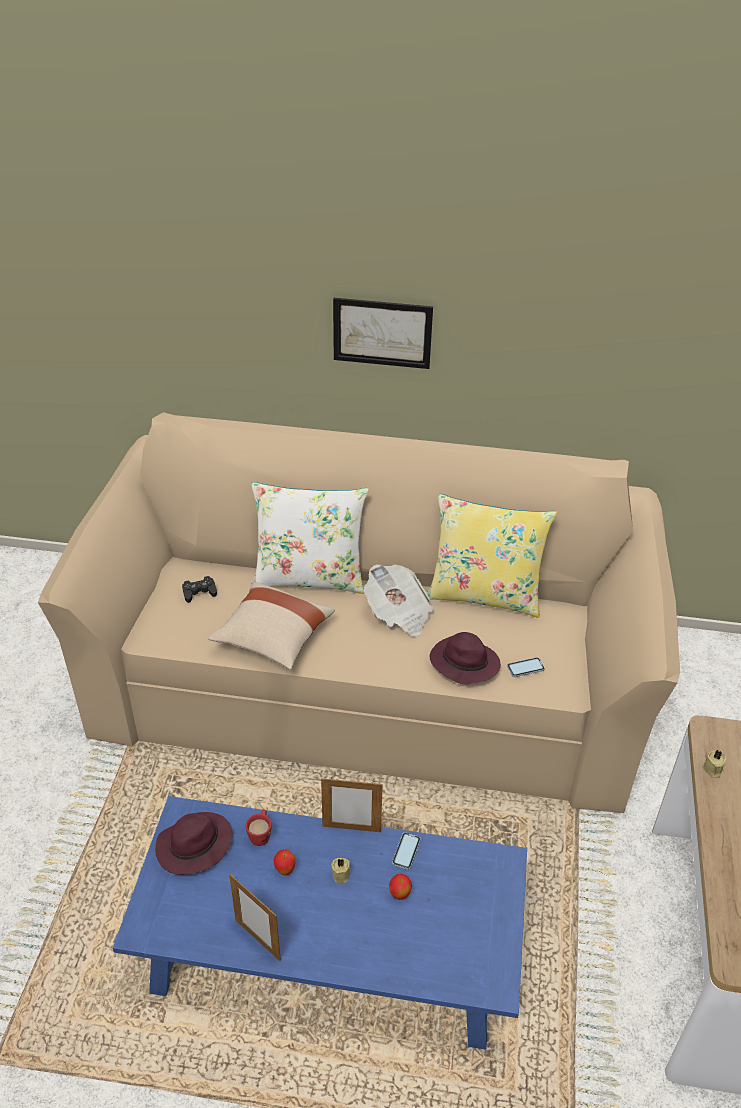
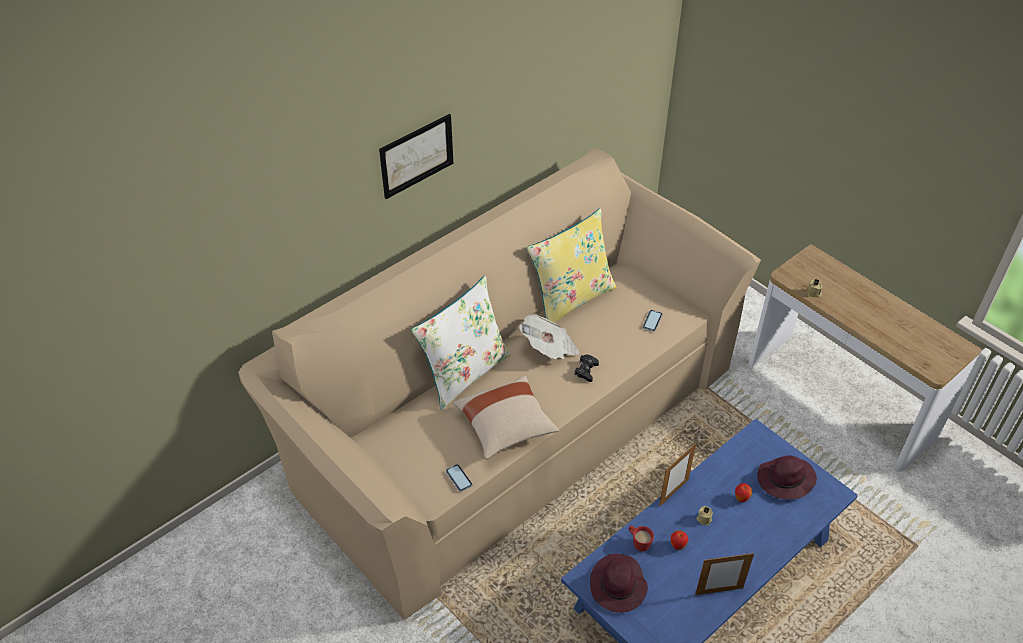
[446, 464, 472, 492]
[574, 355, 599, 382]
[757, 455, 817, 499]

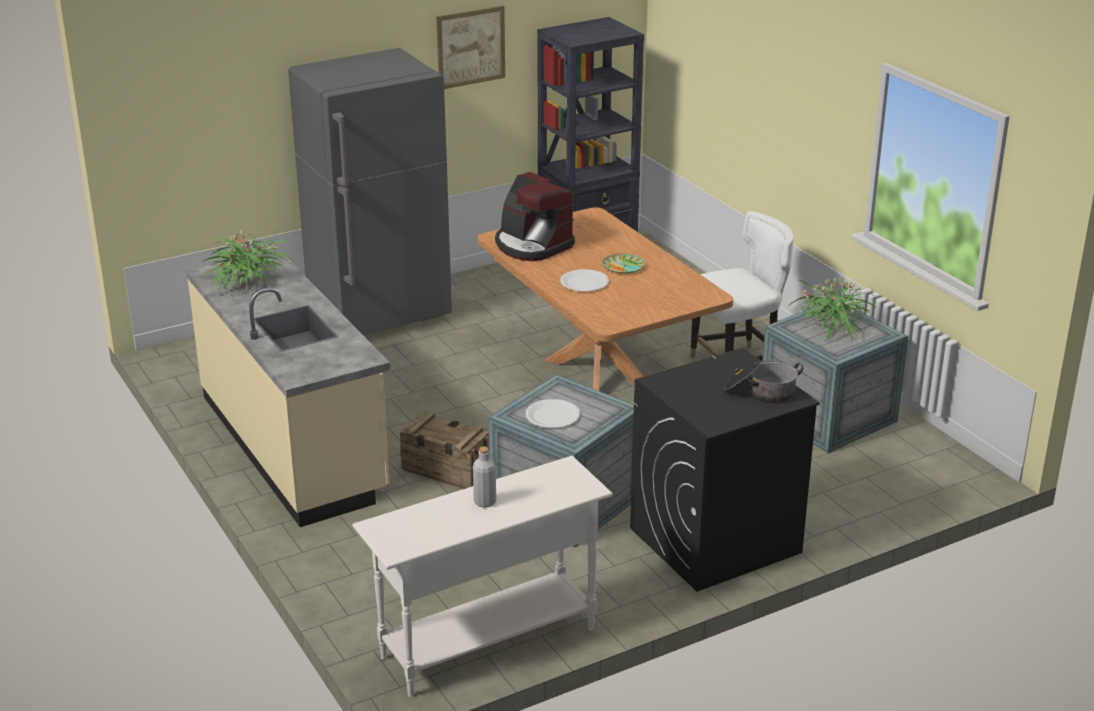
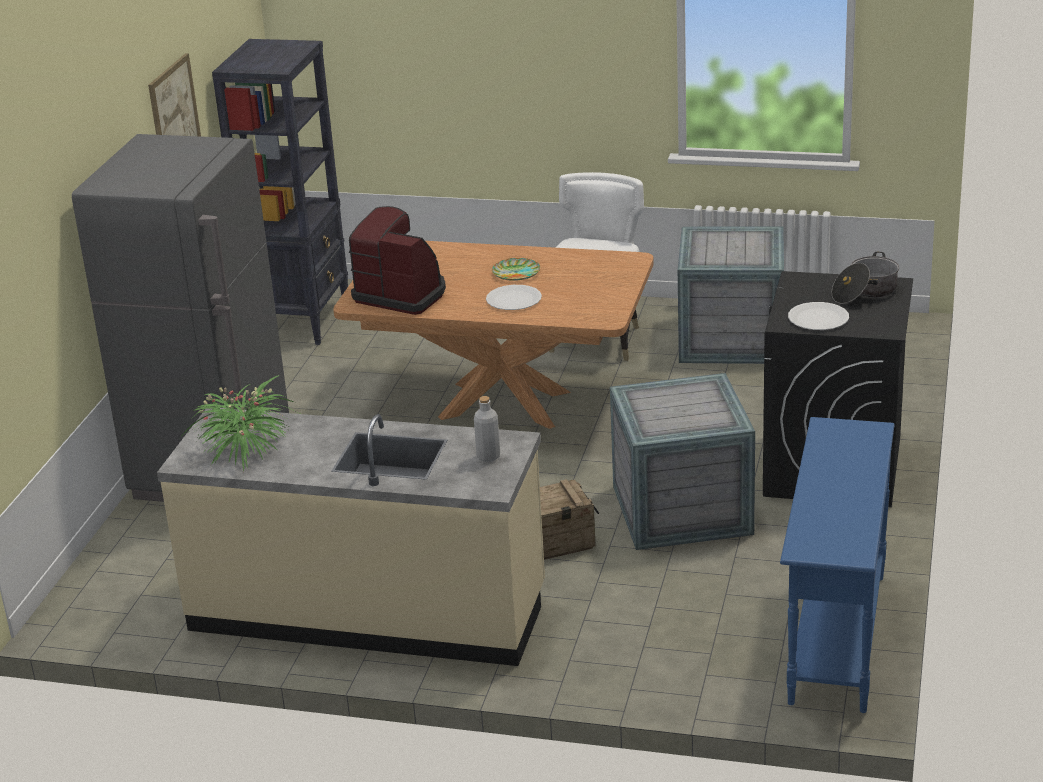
[349, 206, 446, 315]
[474, 396, 500, 462]
[780, 417, 895, 713]
[788, 302, 849, 330]
[788, 276, 877, 341] (first image)

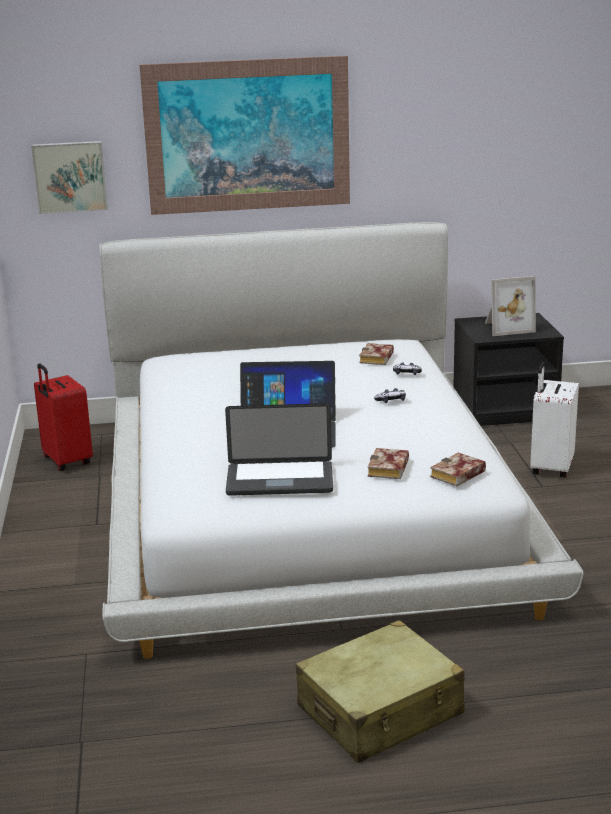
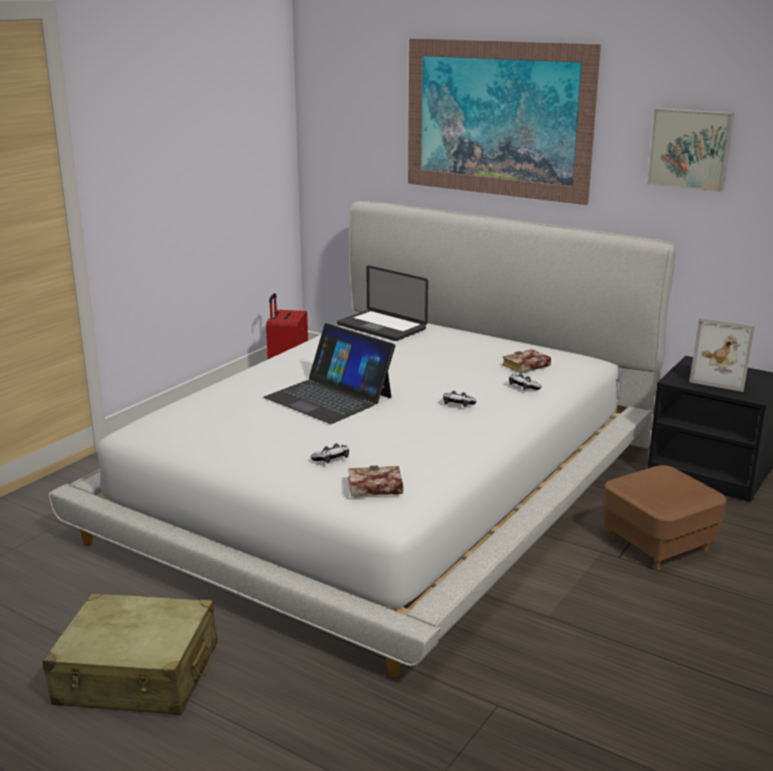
[310, 443, 349, 463]
[337, 265, 428, 341]
[603, 465, 727, 570]
[647, 108, 734, 192]

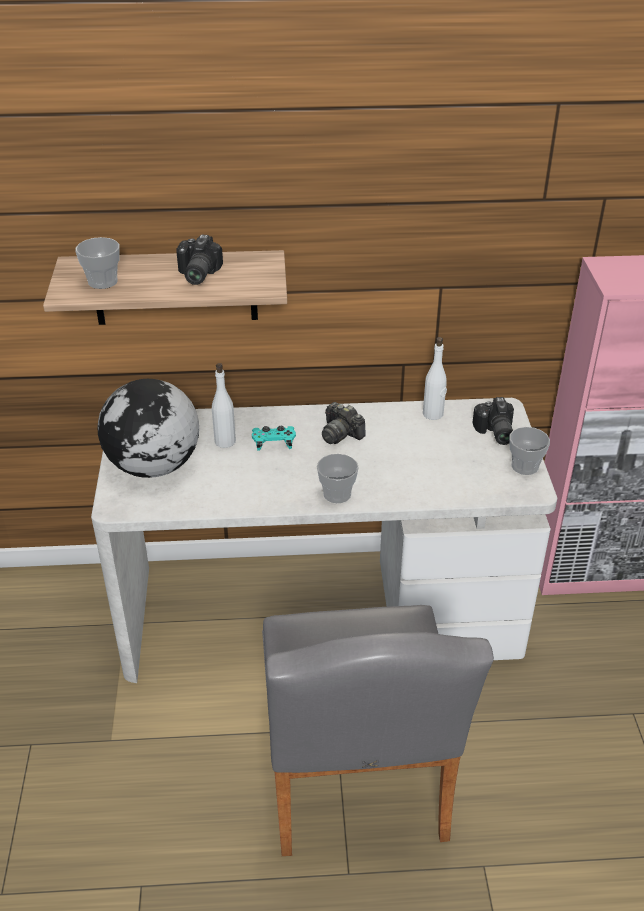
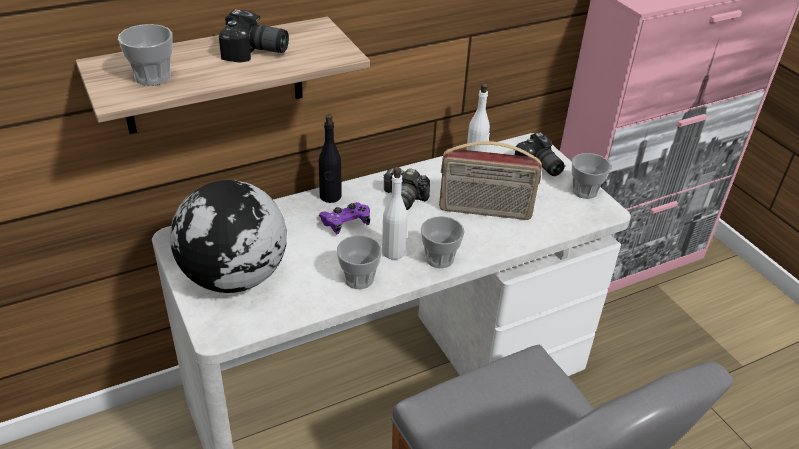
[219, 9, 289, 63]
[319, 114, 342, 203]
[319, 202, 370, 234]
[337, 235, 382, 289]
[382, 167, 408, 260]
[439, 141, 542, 220]

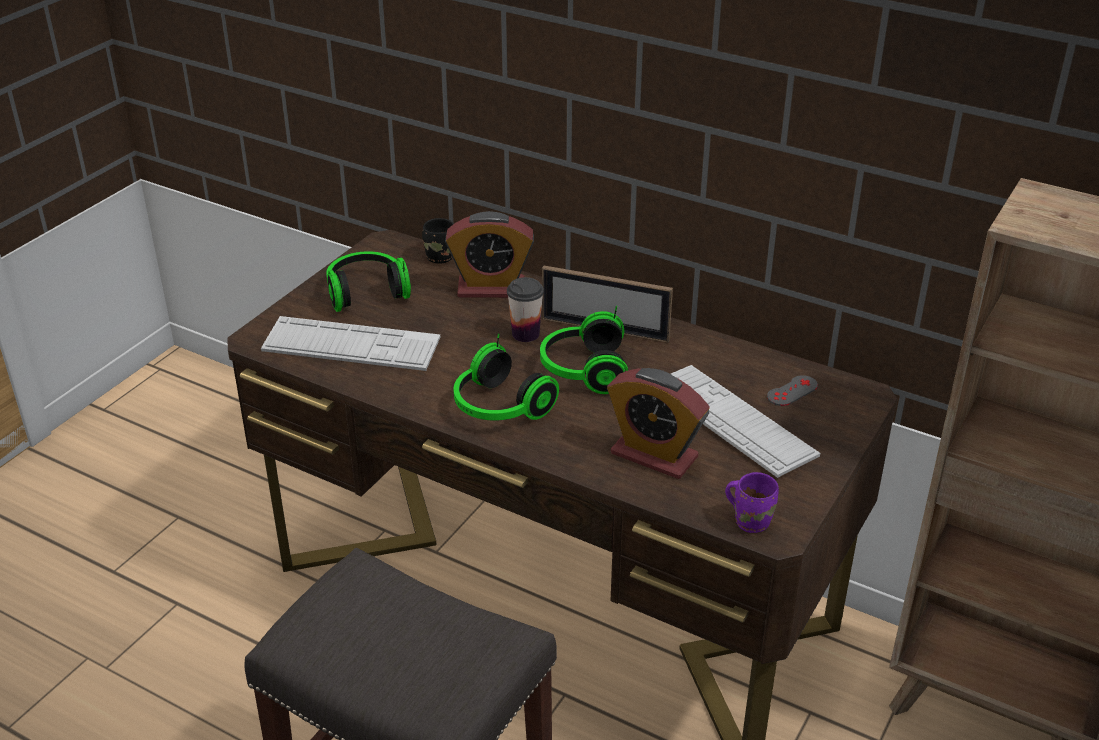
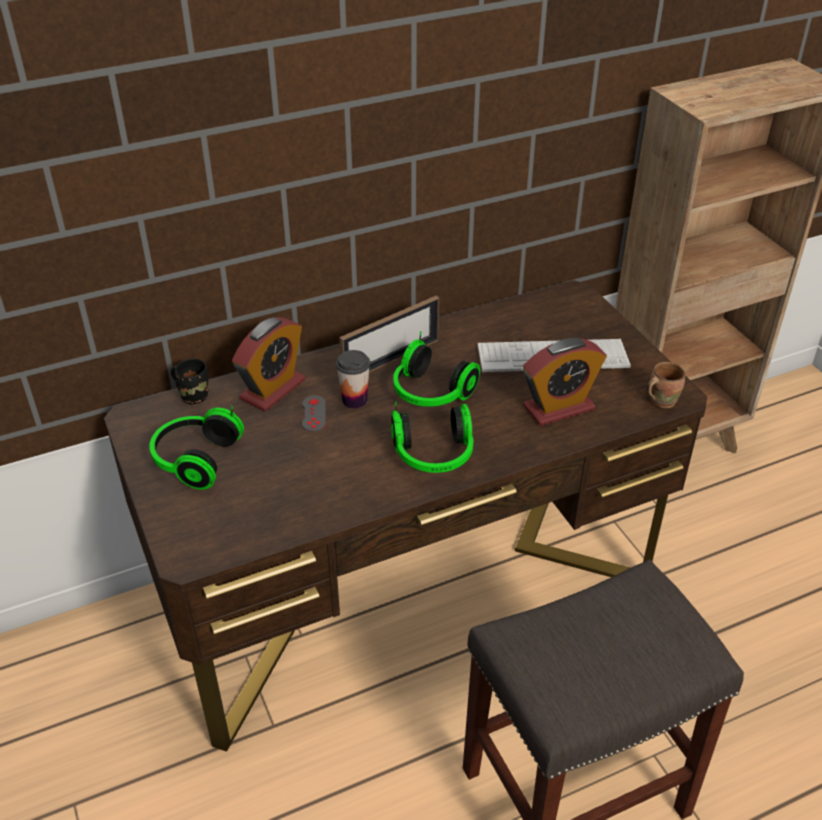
[302, 395, 326, 432]
[647, 362, 685, 408]
[261, 316, 440, 371] (first image)

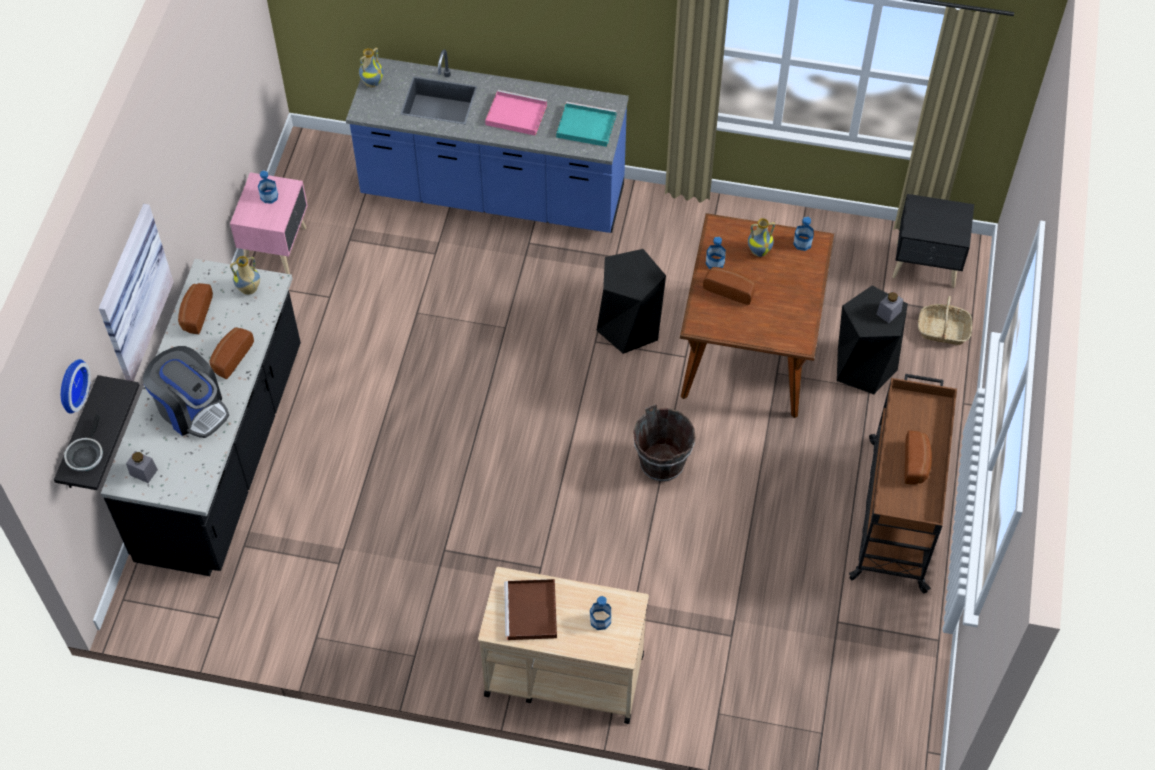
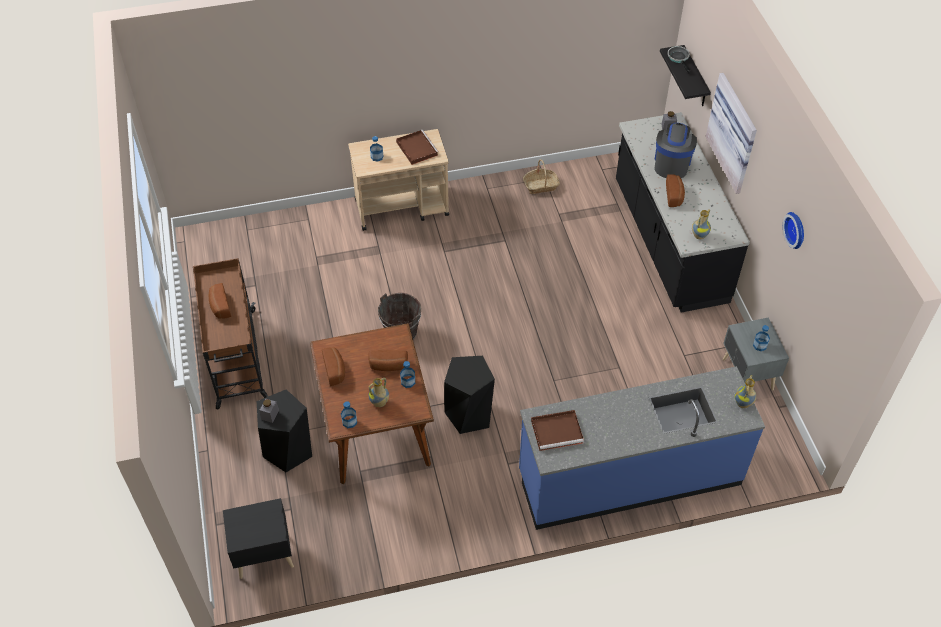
[322, 347, 345, 386]
[523, 160, 560, 194]
[531, 410, 584, 451]
[654, 123, 697, 178]
[723, 318, 789, 390]
[783, 212, 804, 249]
[485, 90, 547, 136] (first image)

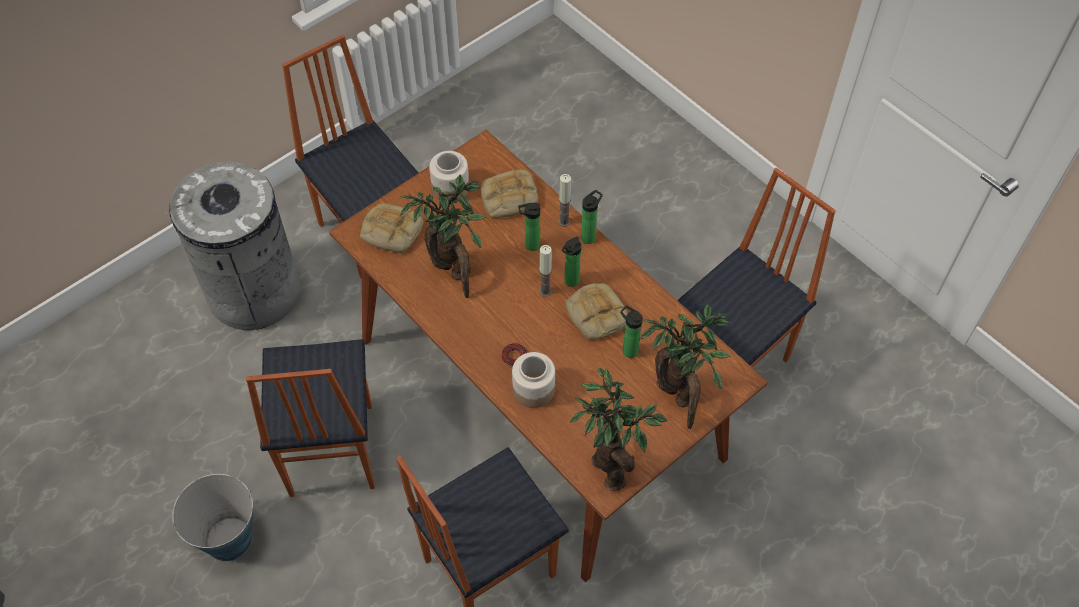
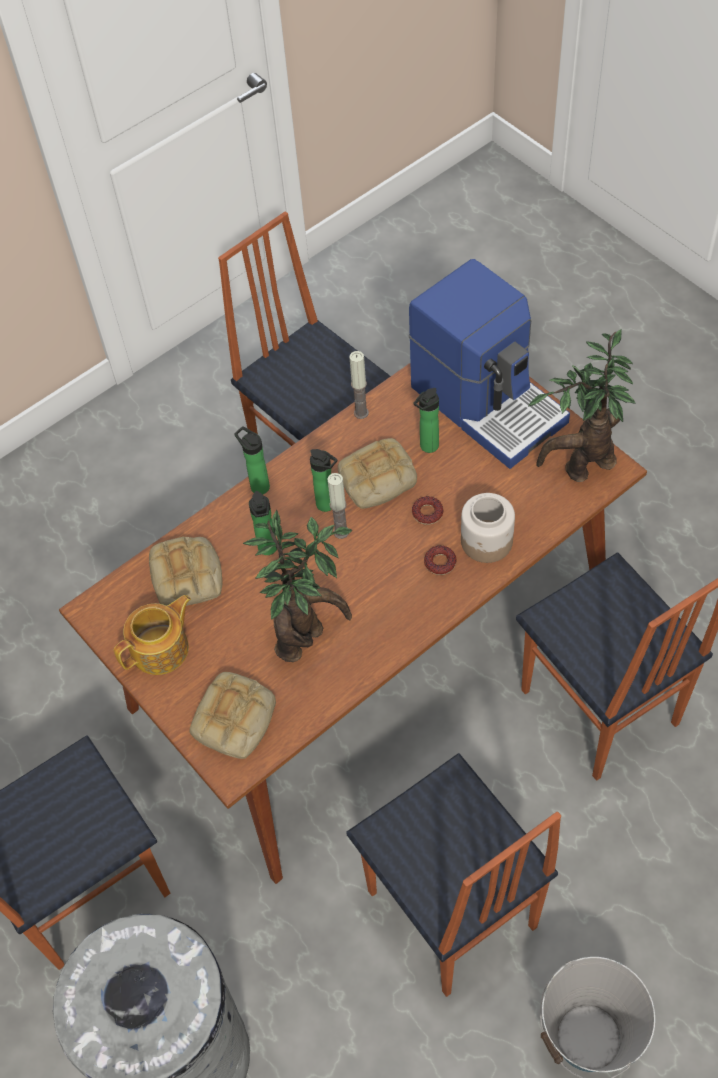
[114, 595, 191, 675]
[346, 753, 561, 997]
[349, 351, 369, 419]
[409, 259, 570, 469]
[412, 496, 443, 525]

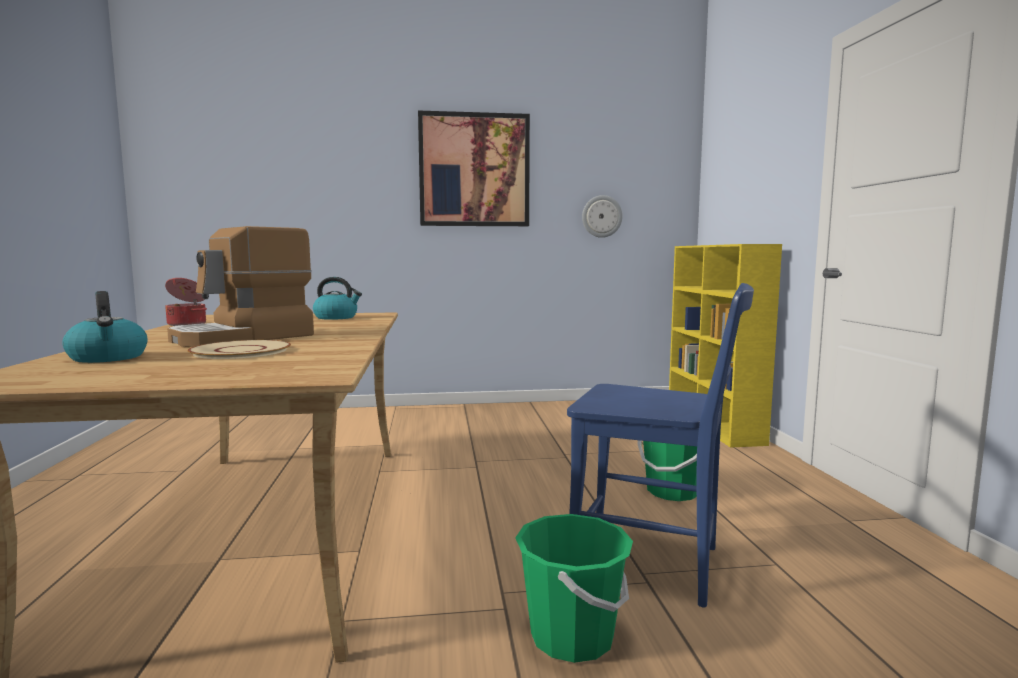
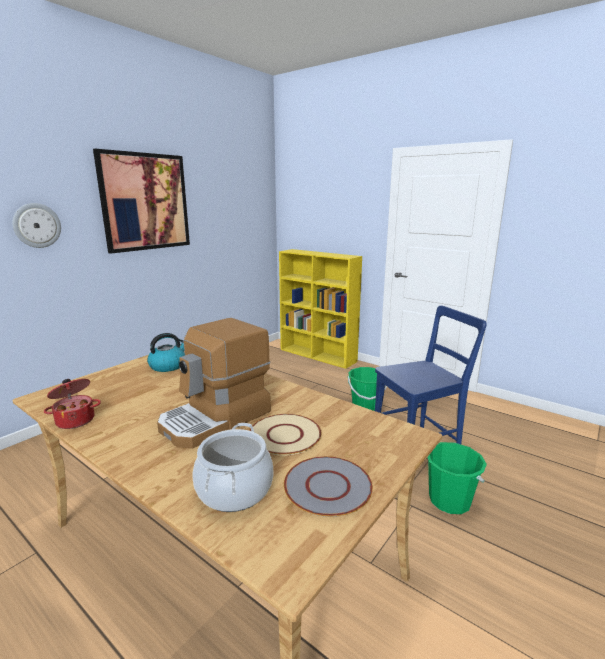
[12, 203, 61, 248]
[157, 318, 271, 449]
[192, 423, 273, 512]
[284, 456, 373, 517]

